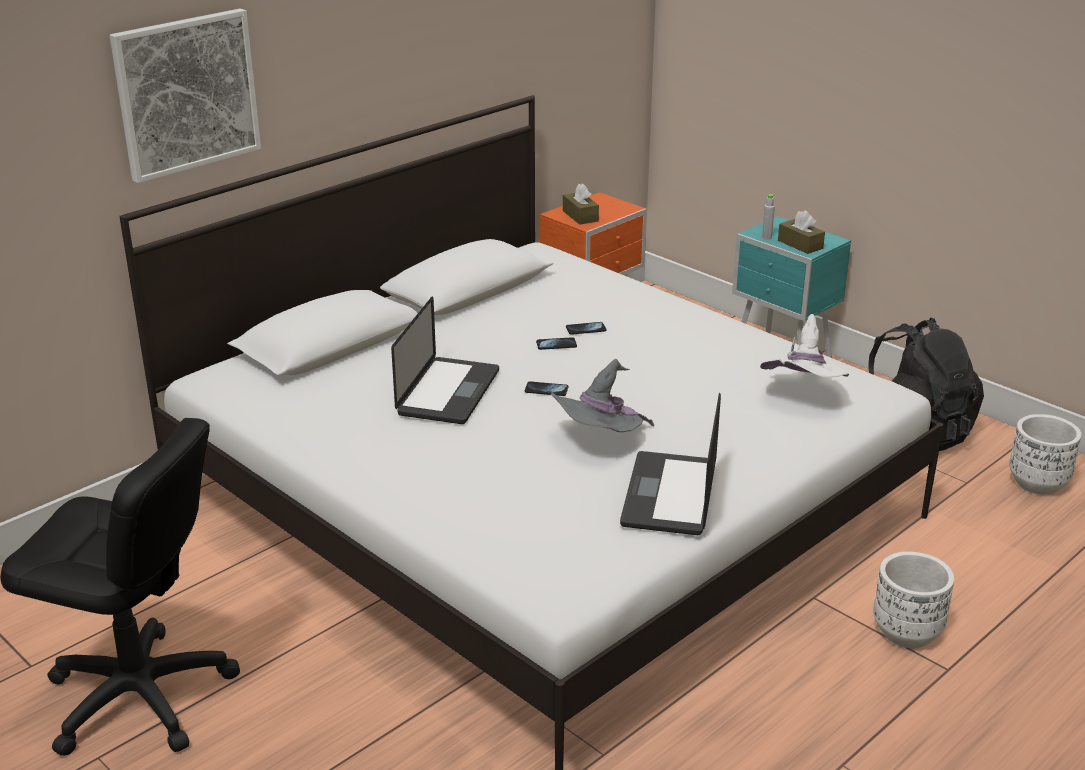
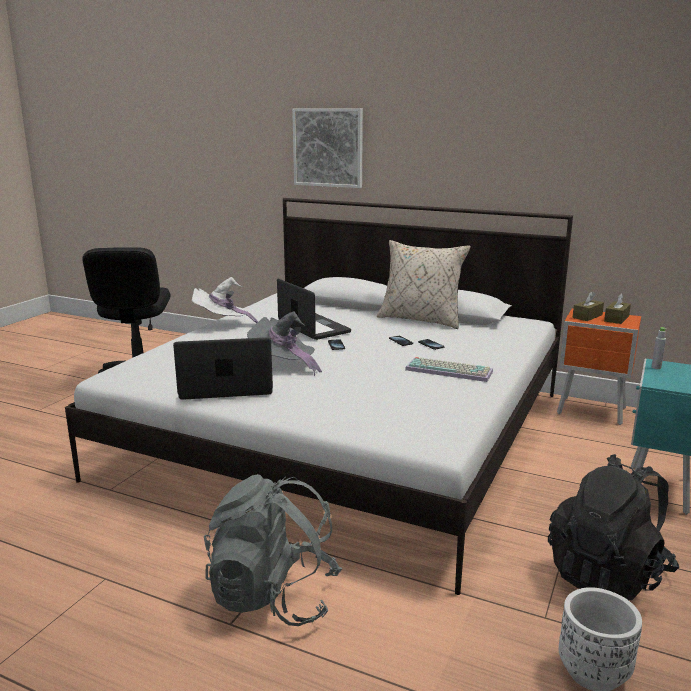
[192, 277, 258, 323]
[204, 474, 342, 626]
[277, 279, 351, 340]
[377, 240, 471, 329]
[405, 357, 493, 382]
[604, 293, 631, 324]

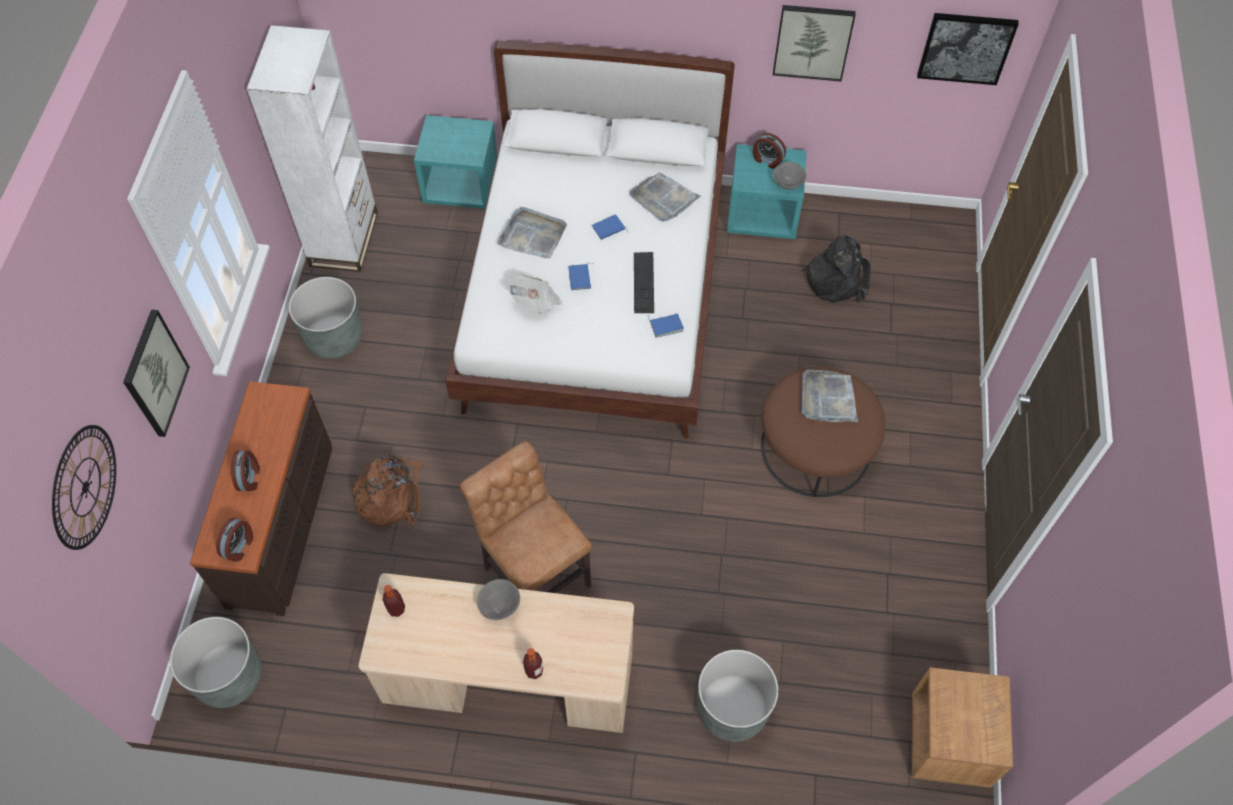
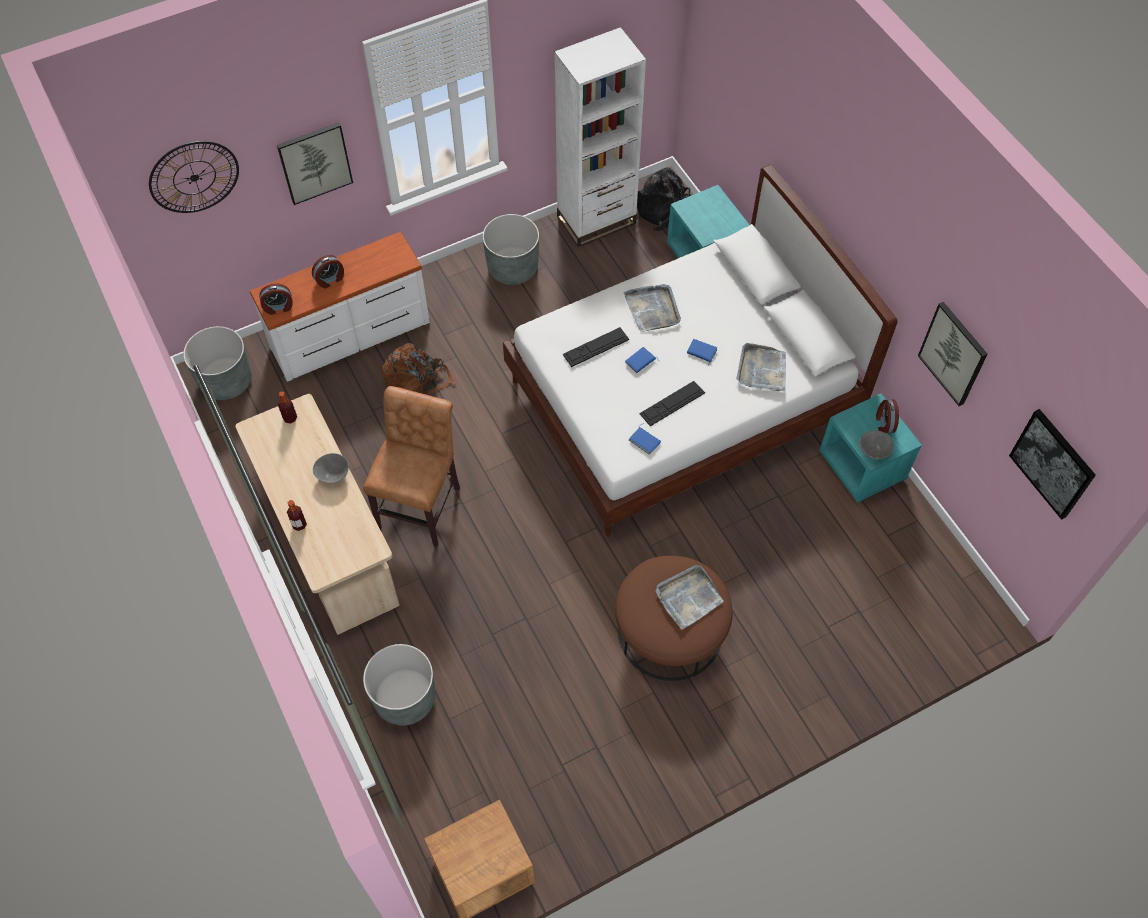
[250, 231, 430, 382]
[562, 327, 629, 367]
[637, 167, 691, 231]

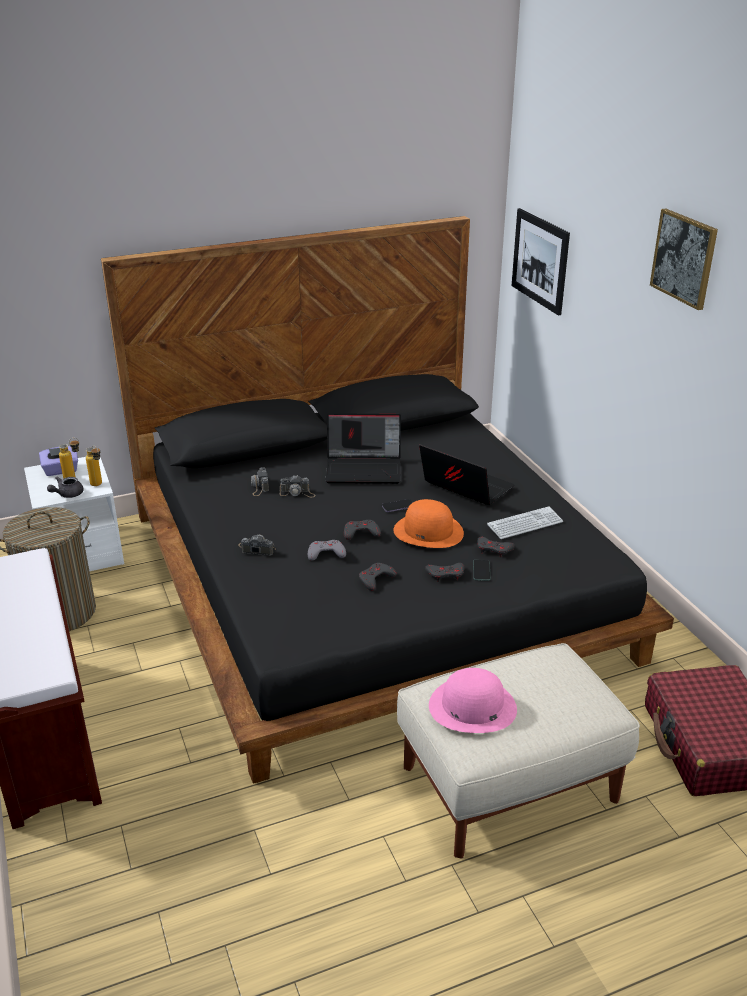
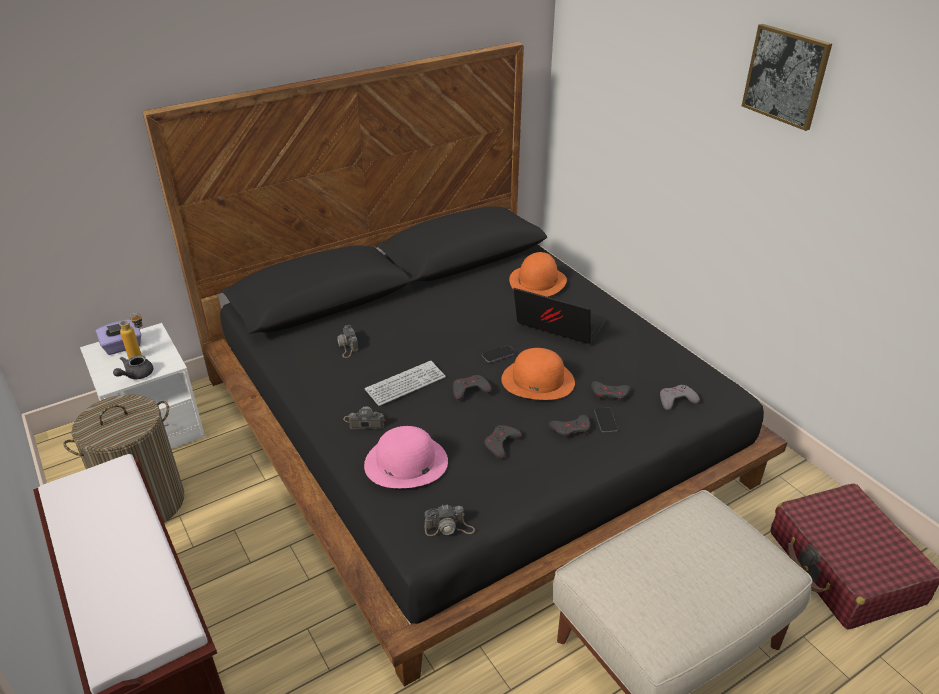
[364, 426, 448, 488]
[365, 361, 446, 406]
[425, 505, 475, 536]
[509, 252, 567, 297]
[660, 385, 700, 410]
[86, 445, 102, 486] (first image)
[325, 413, 401, 484] (first image)
[512, 208, 570, 316] (first image)

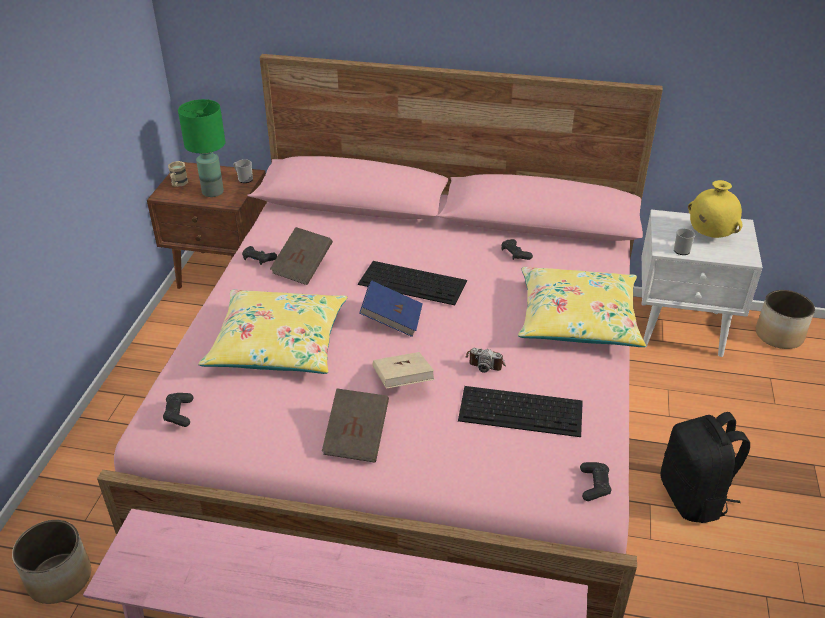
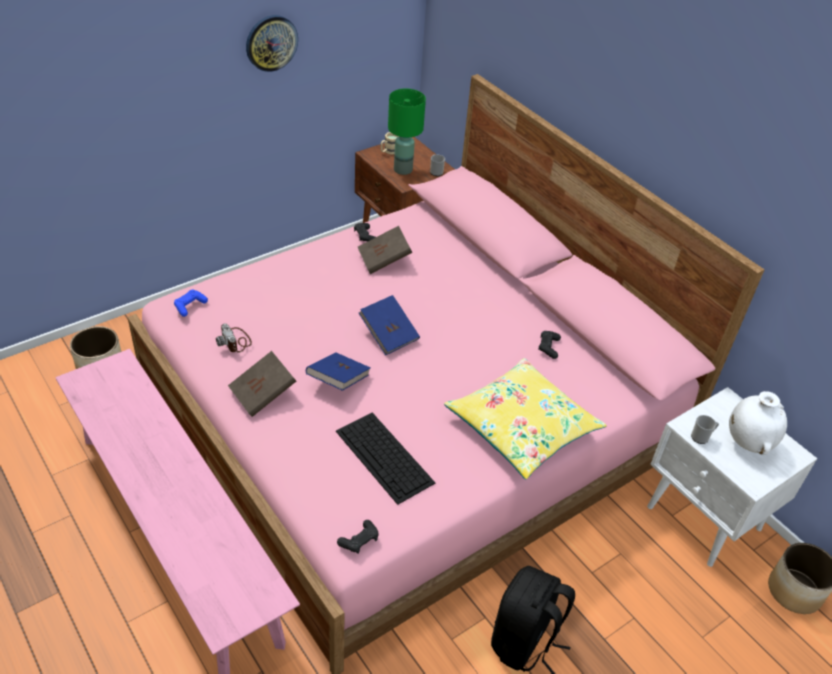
[174, 290, 208, 317]
[216, 323, 252, 353]
[246, 15, 298, 72]
[306, 352, 370, 391]
[729, 391, 787, 455]
[198, 289, 347, 374] (first image)
[358, 261, 467, 305] (first image)

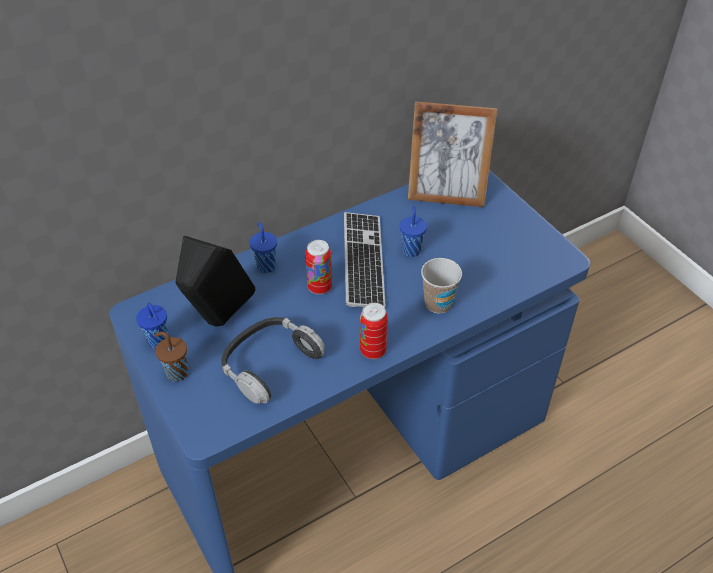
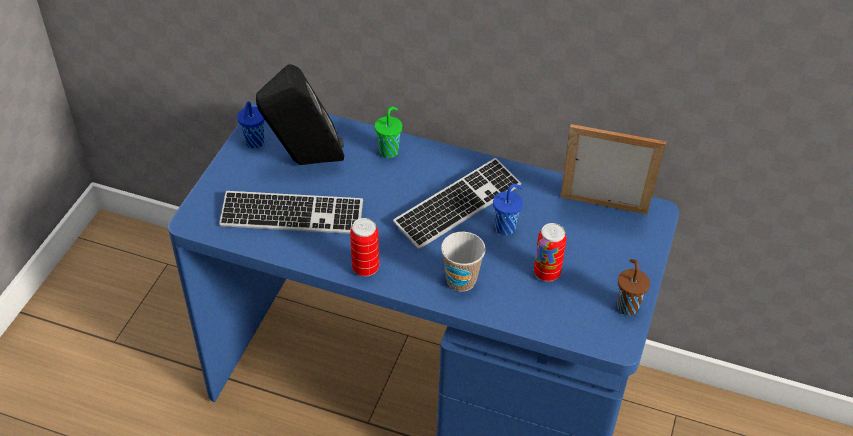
[219, 191, 363, 234]
[375, 107, 402, 158]
[534, 223, 567, 281]
[561, 124, 666, 214]
[617, 259, 650, 315]

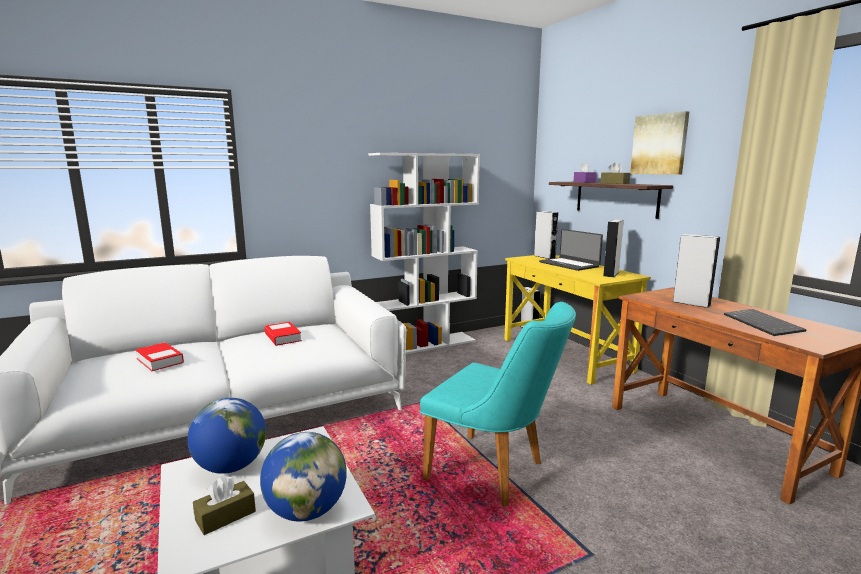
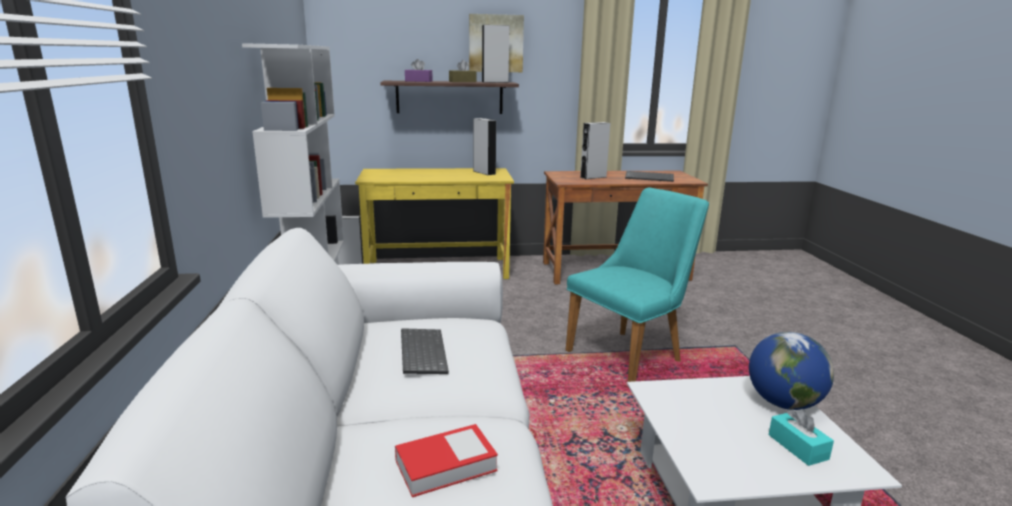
[401, 328, 449, 374]
[482, 25, 510, 83]
[769, 409, 834, 466]
[187, 398, 266, 474] (first image)
[539, 229, 603, 271] (first image)

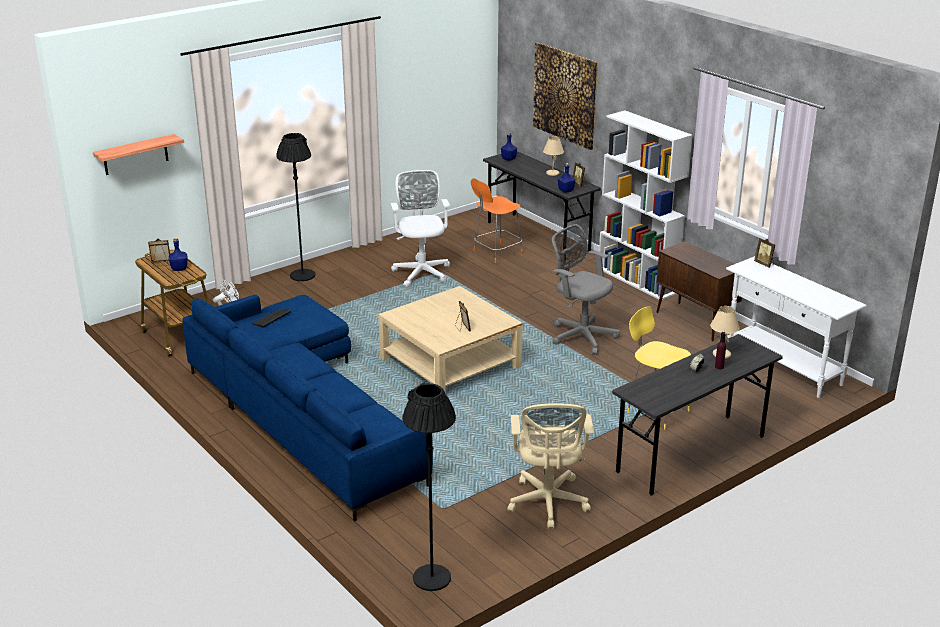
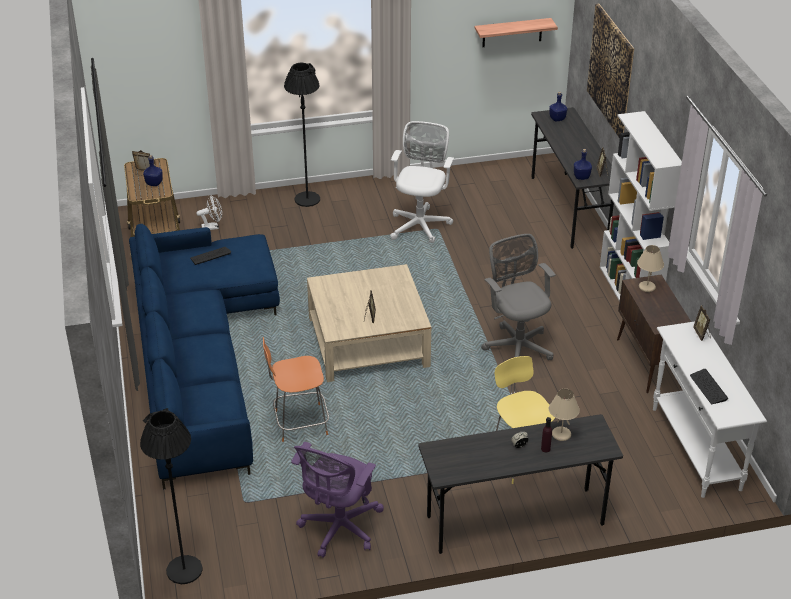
[262, 337, 329, 442]
[291, 442, 384, 558]
[474, 18, 558, 47]
[637, 245, 664, 292]
[690, 369, 729, 404]

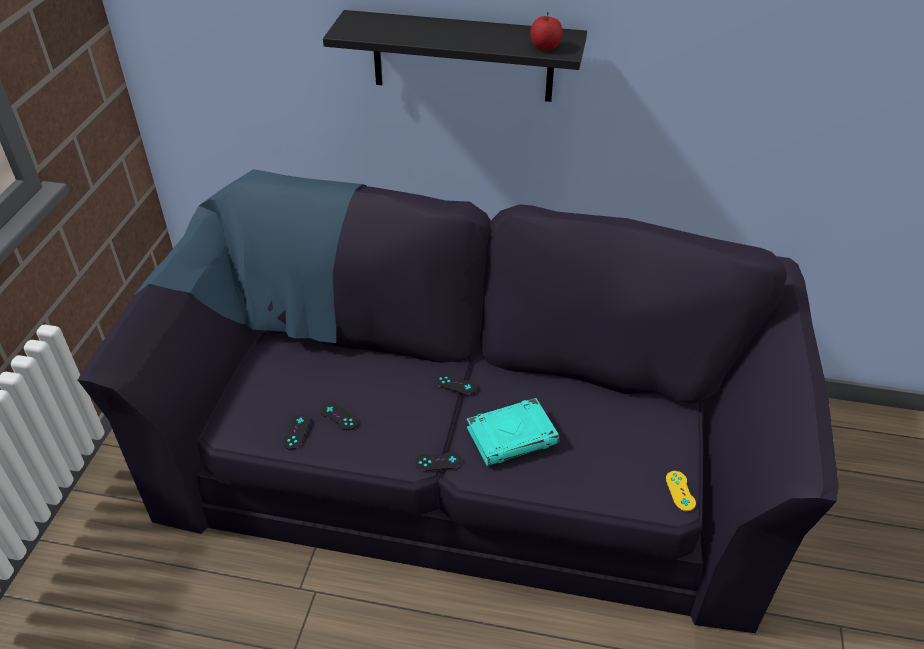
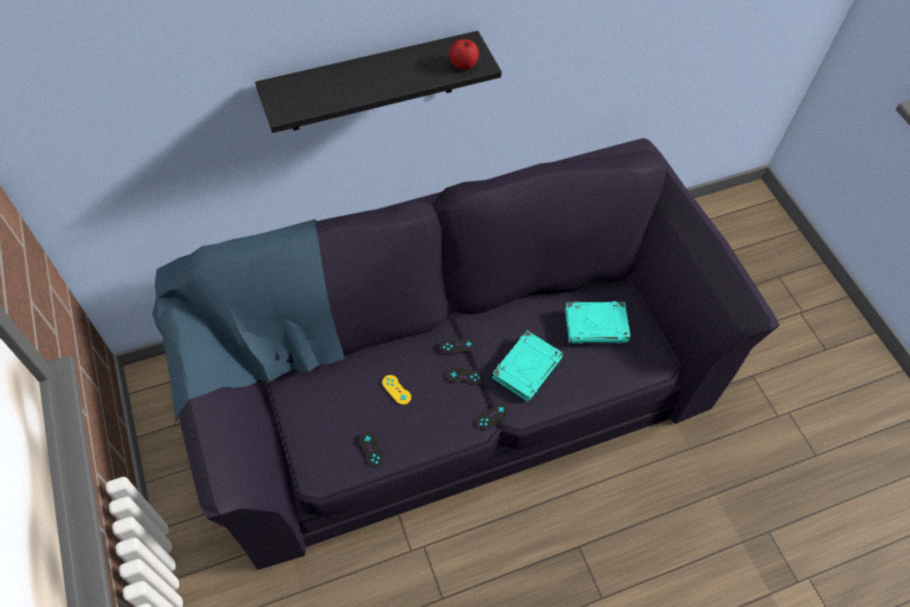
[382, 375, 411, 405]
[446, 368, 483, 385]
[565, 301, 631, 344]

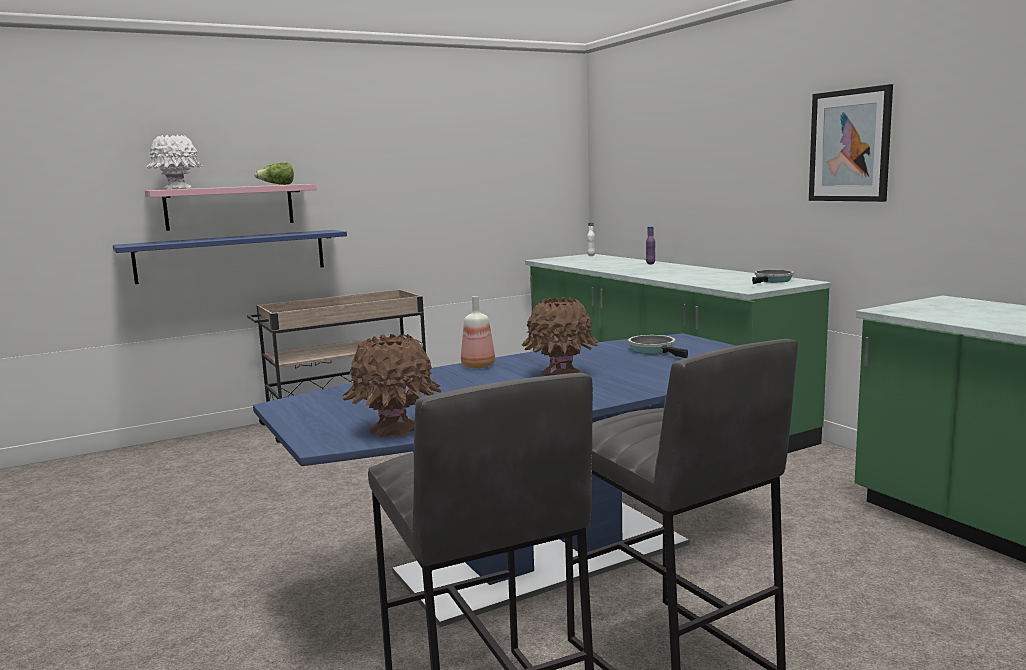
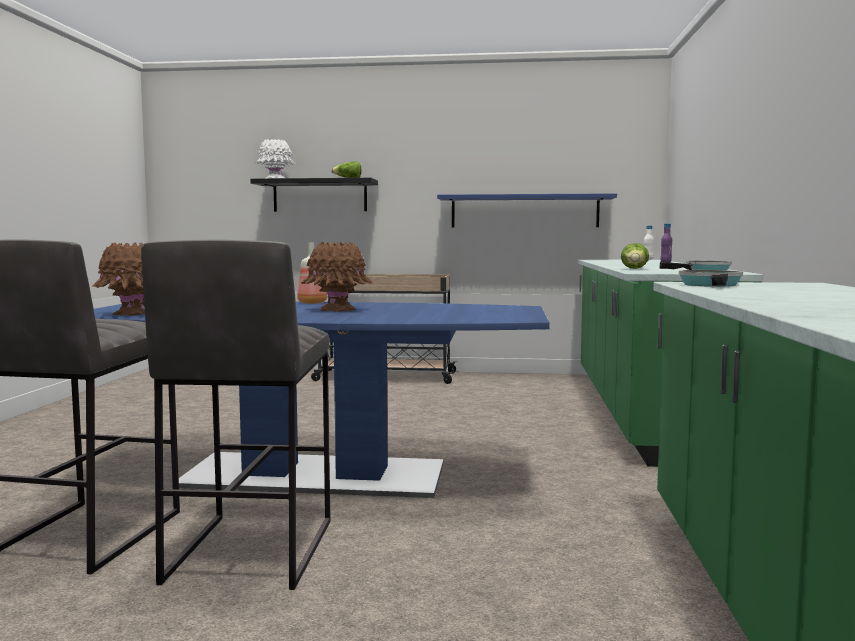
[250, 178, 378, 212]
[437, 193, 617, 228]
[621, 243, 649, 269]
[679, 270, 743, 287]
[809, 84, 893, 202] (first image)

